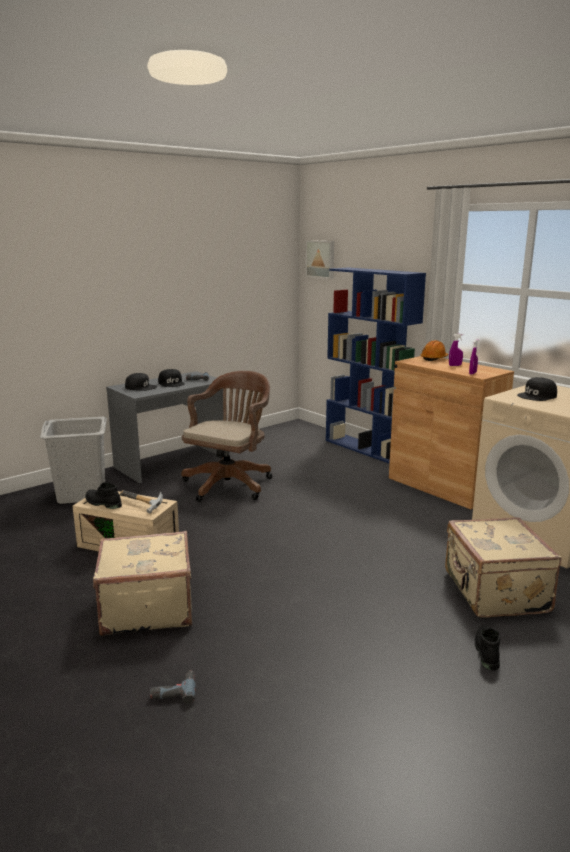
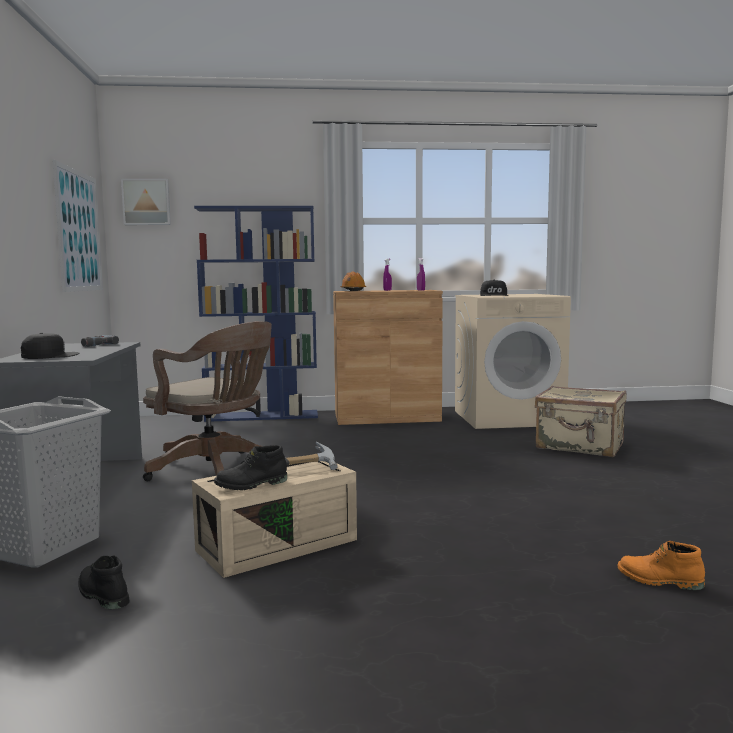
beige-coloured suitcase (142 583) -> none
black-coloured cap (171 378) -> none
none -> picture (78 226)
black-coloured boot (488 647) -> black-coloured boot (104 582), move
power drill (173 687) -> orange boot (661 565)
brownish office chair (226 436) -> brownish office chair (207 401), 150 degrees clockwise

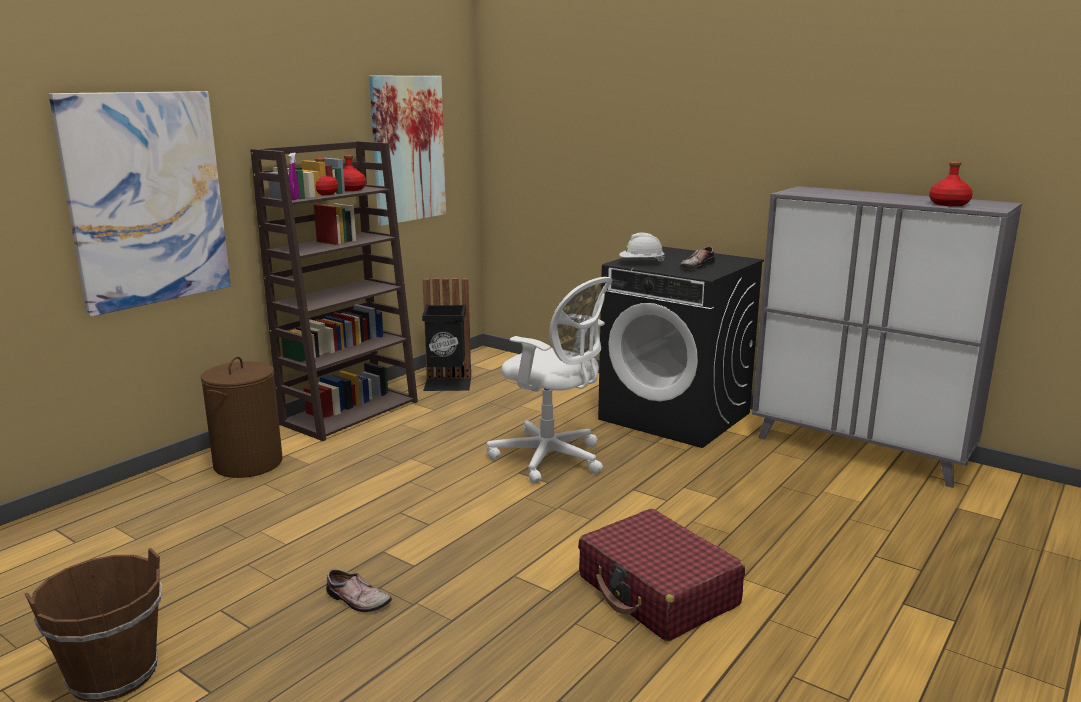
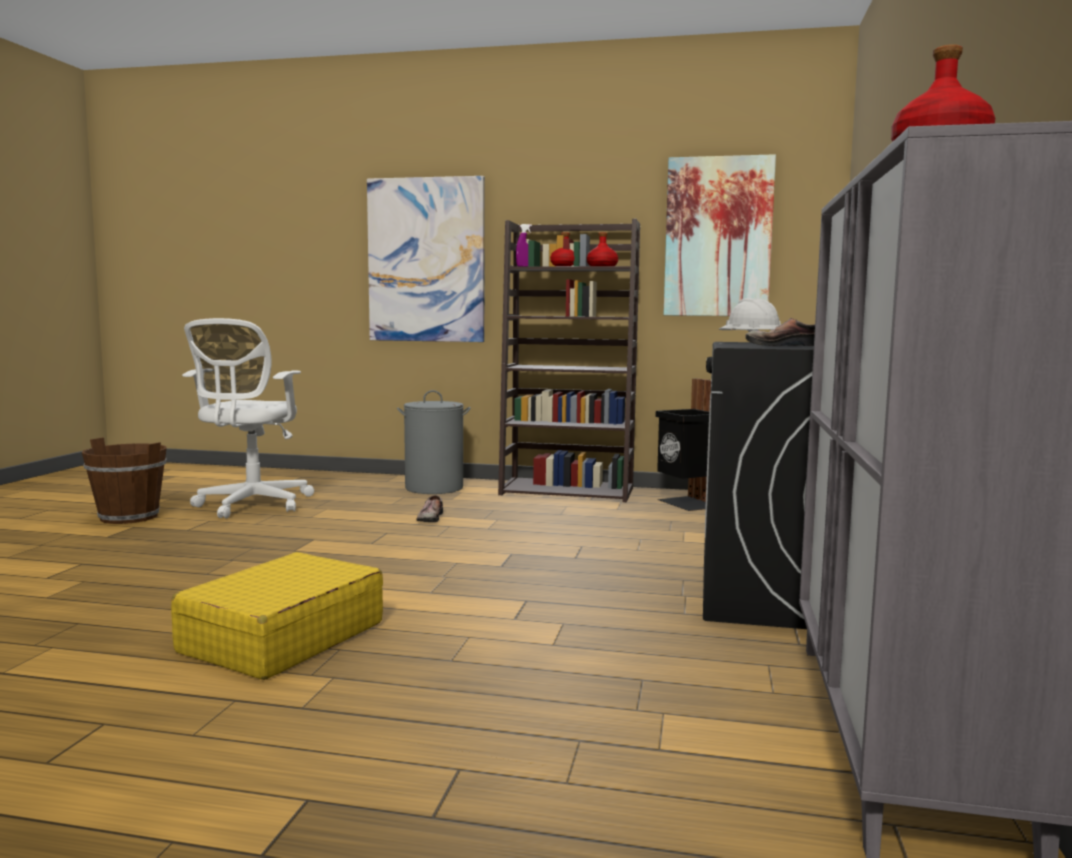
shoe (359 590) -> shoe (429 508), move
whitish office chair (549 380) -> whitish office chair (248 418), move
brownish hamper (242 417) -> grey hamper (434 442)
reddish suitcase (661 575) -> yellowish suitcase (277 616)

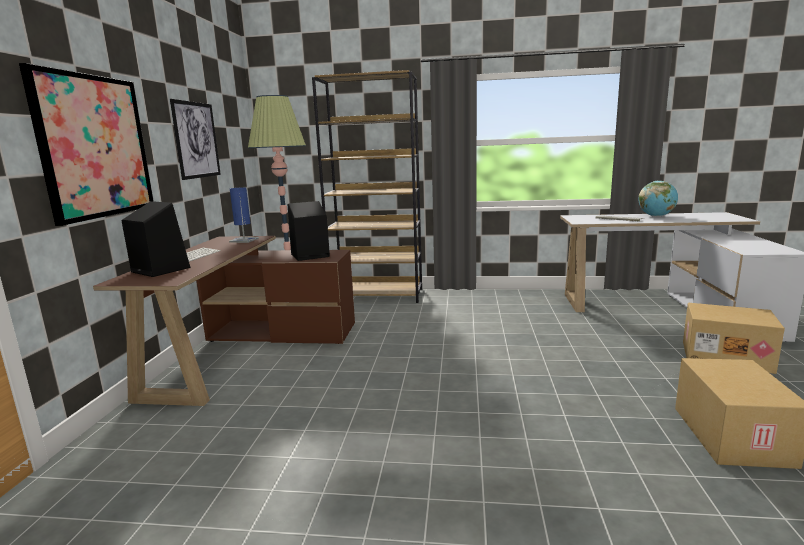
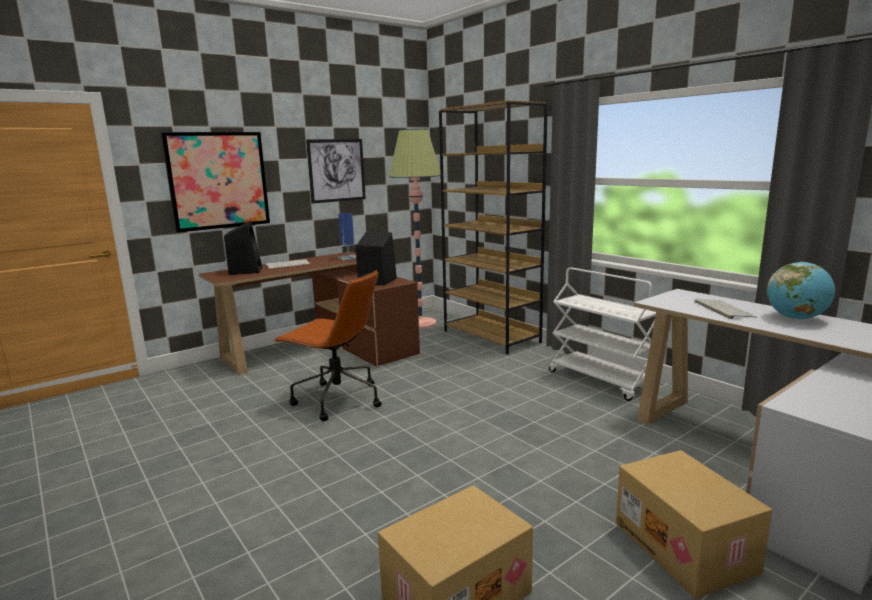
none -> brownish office chair (328 345)
none -> whitish cart (602 334)

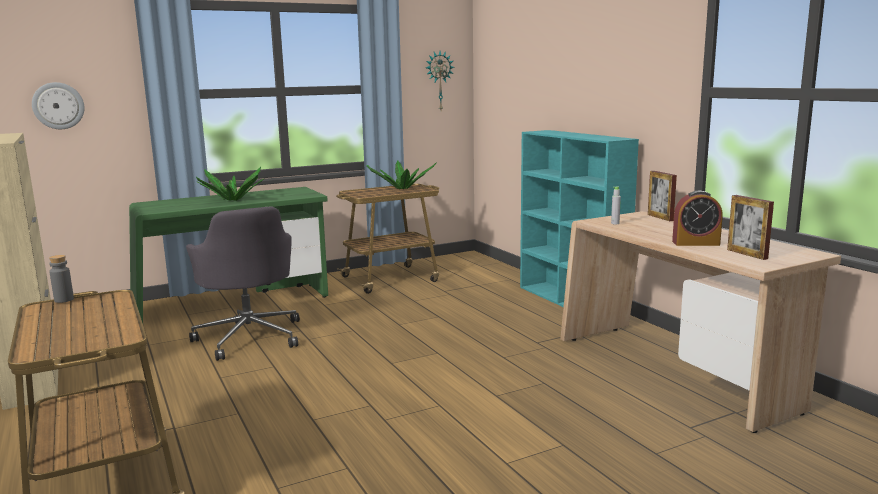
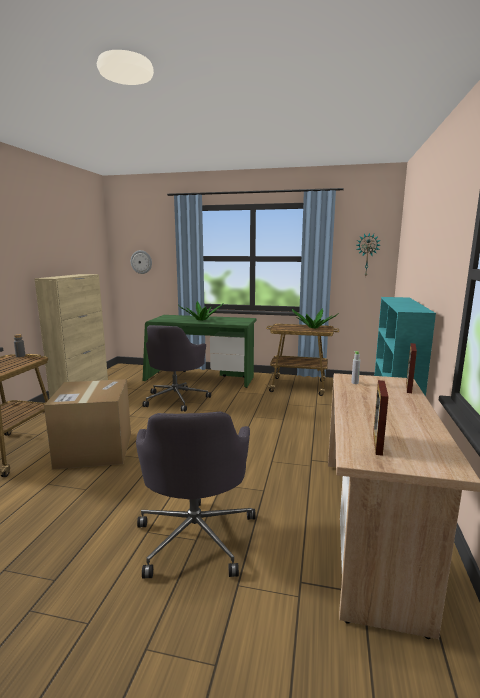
alarm clock (697 218) -> none
none -> cardboard box (87 424)
none -> grey office chair (196 495)

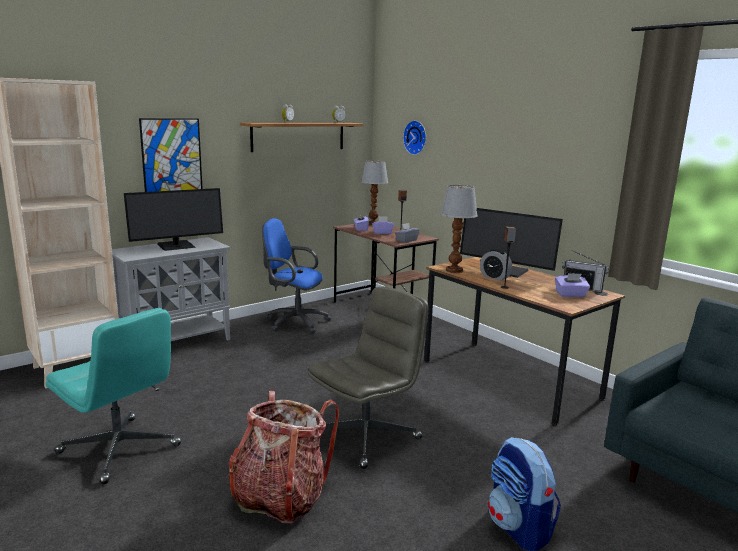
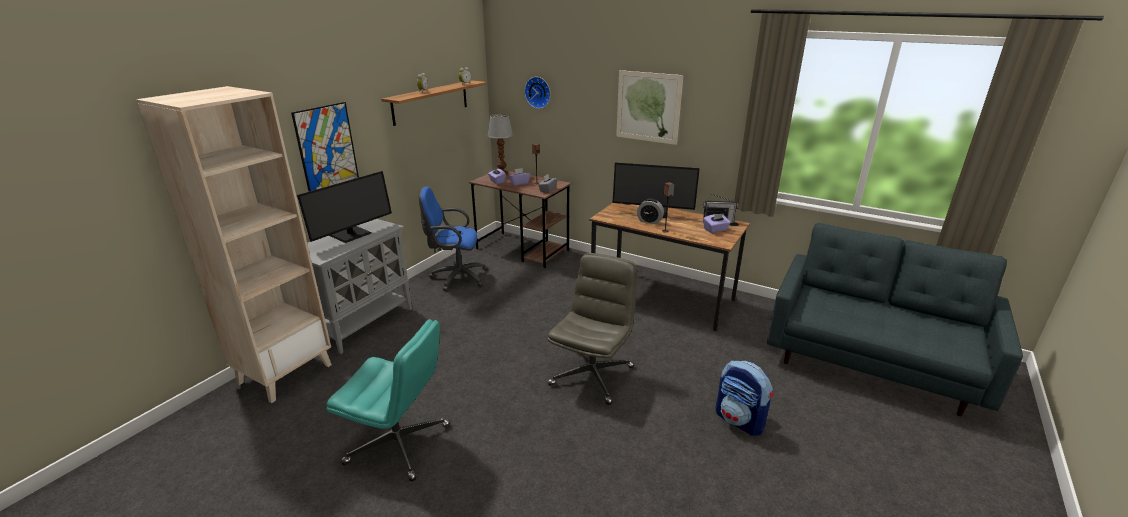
rucksack (283 457) -> none
table lamp (459 229) -> none
none -> picture (649 107)

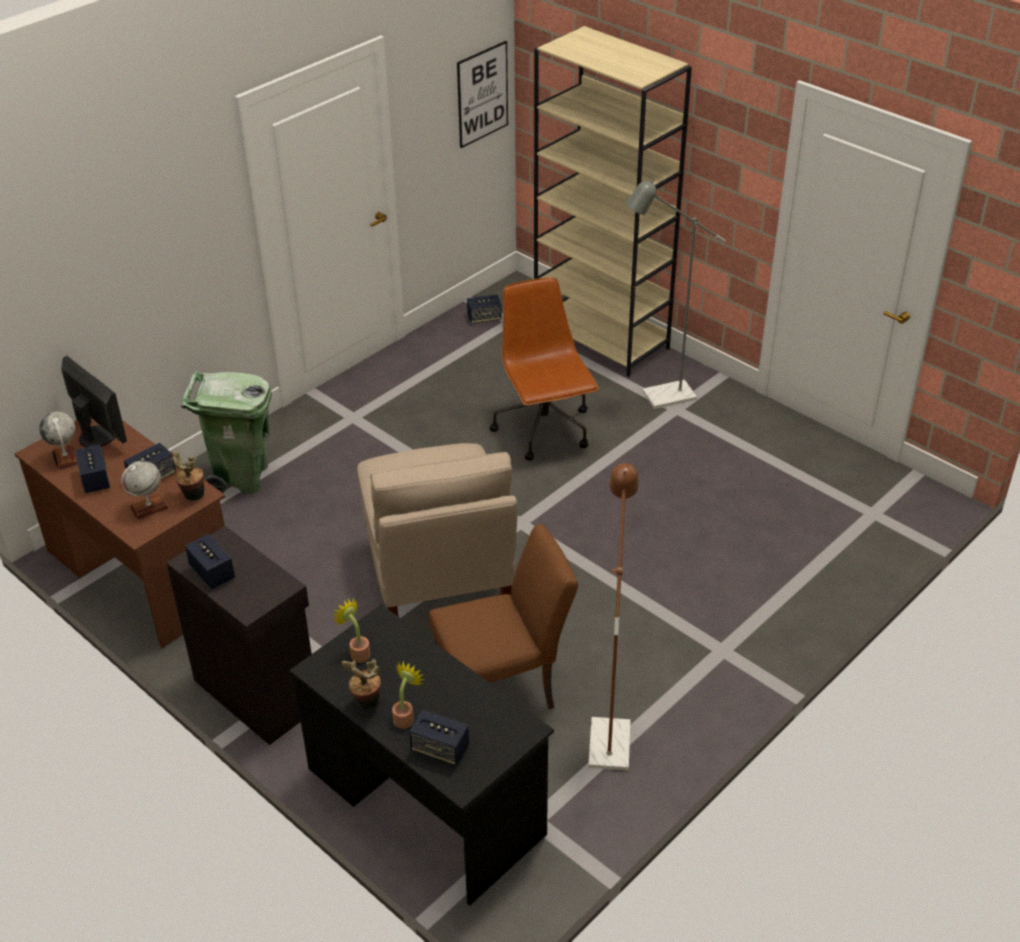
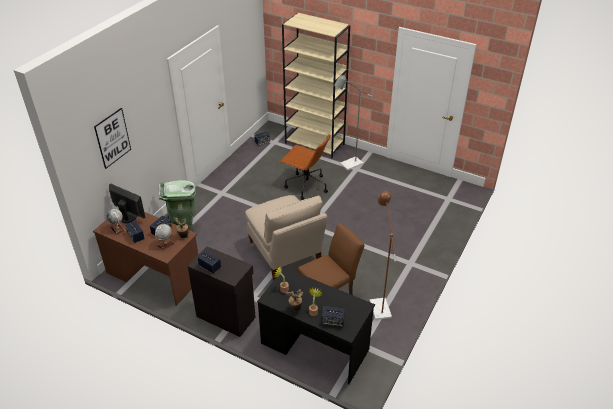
picture (482 94) -> picture (112 138), move
brownish office chair (543 369) -> brownish office chair (305 167), 150 degrees clockwise

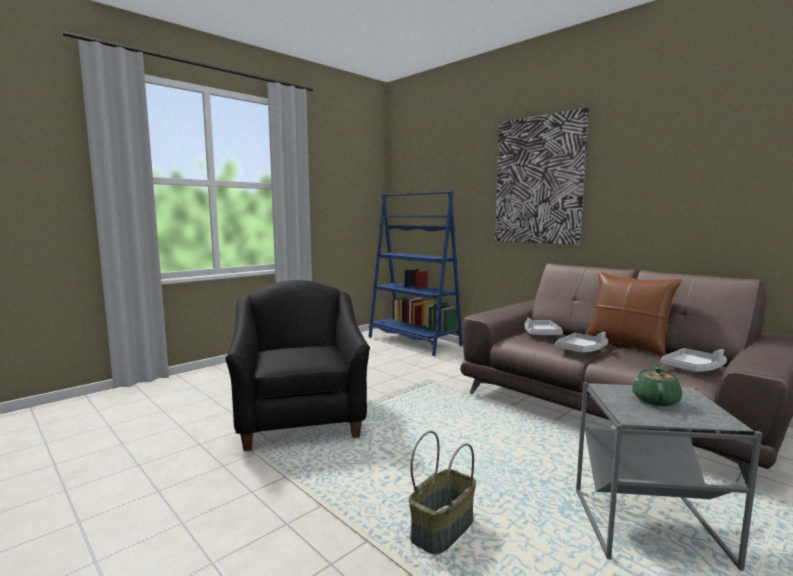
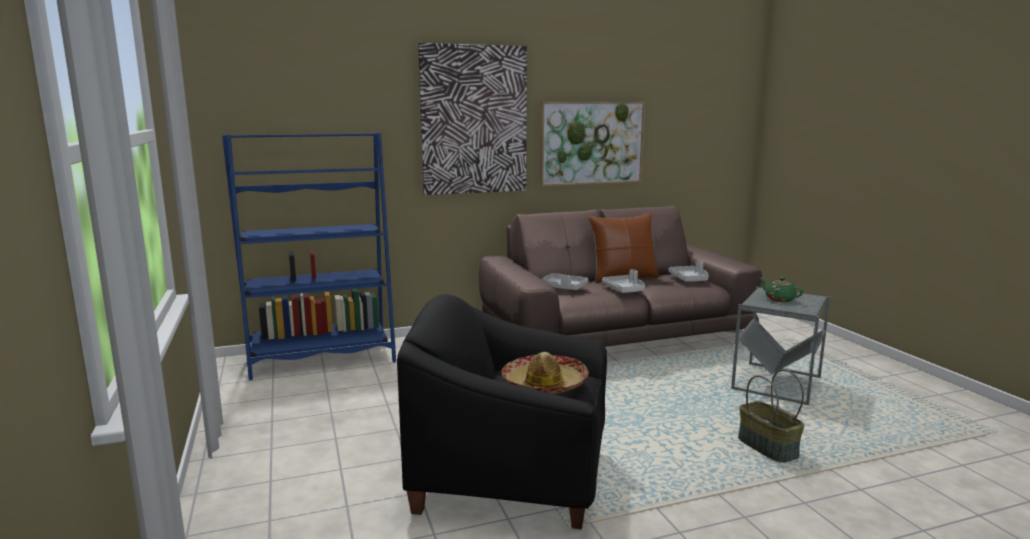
none -> wearable hat (545 373)
none -> picture (592 144)

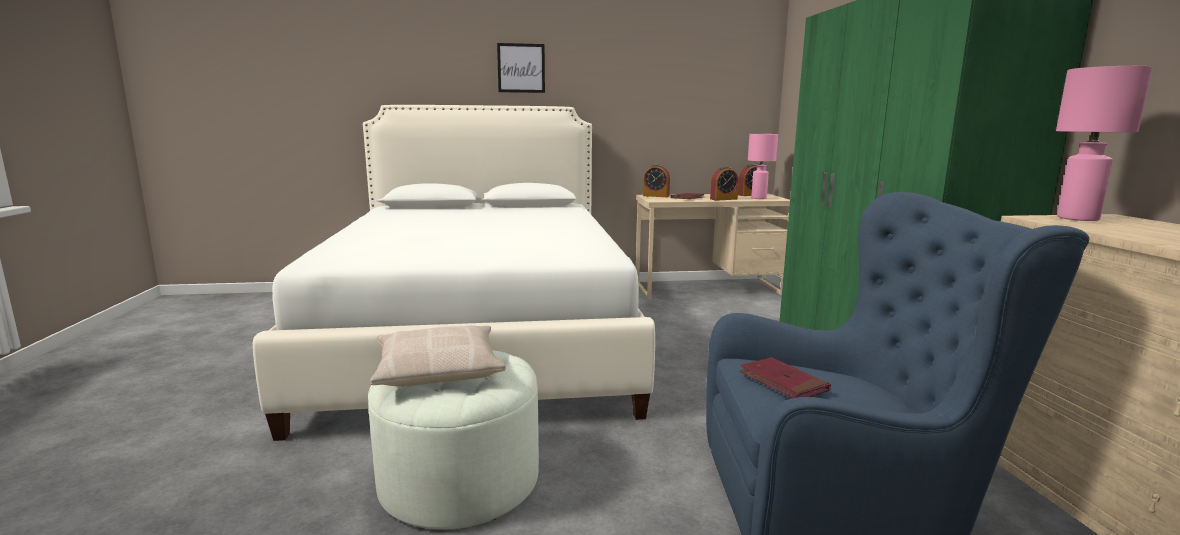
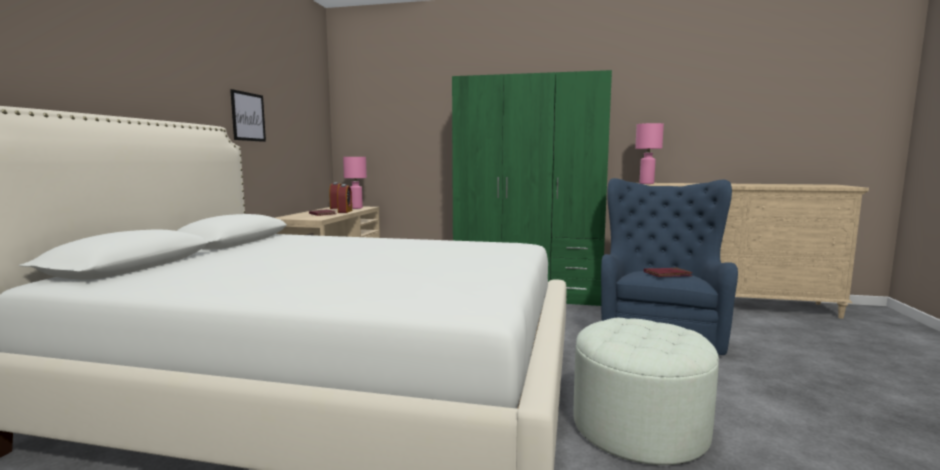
beige-coloured pillow (438 356) -> none
alarm clock (656 180) -> none
picture (521 68) -> picture (248 115), move

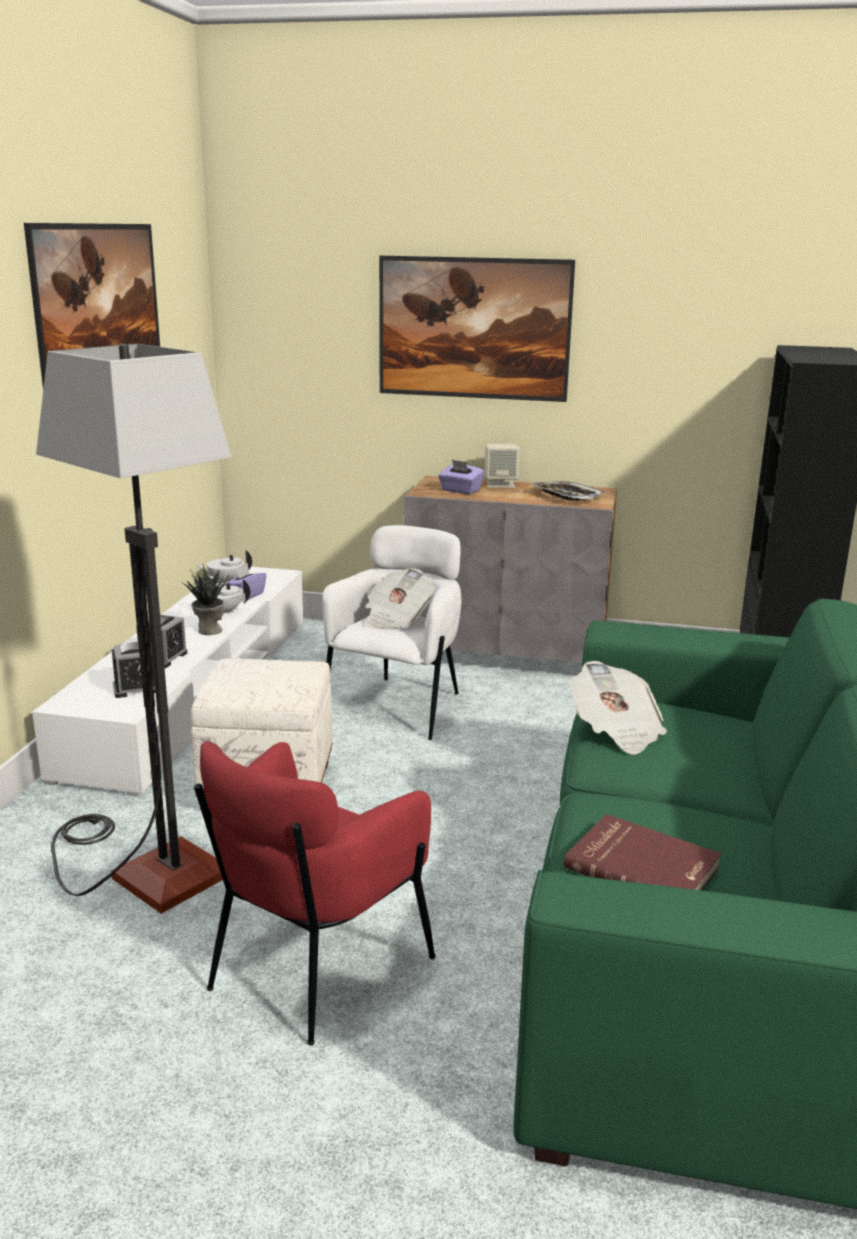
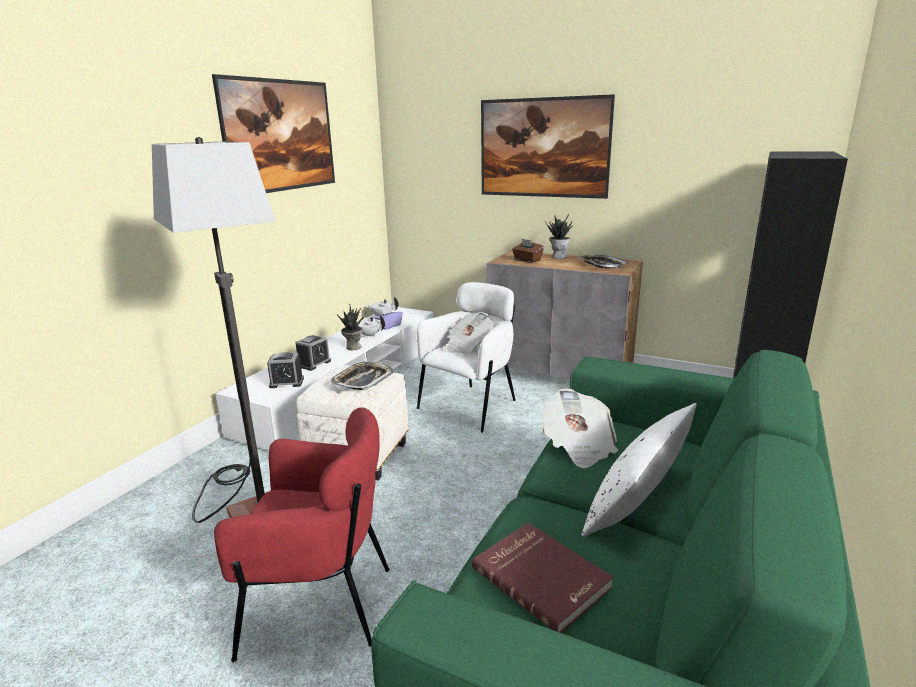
none -> carrying tray (362 376)
none -> whitish pillow (639 470)
beige-coloured loudspeaker (502 466) -> plant in a pot (559 236)
purple box of tissues (461 477) -> brownish box of tissues (528 251)
reddish armchair (315 893) -> reddish armchair (301 534), 135 degrees counterclockwise

